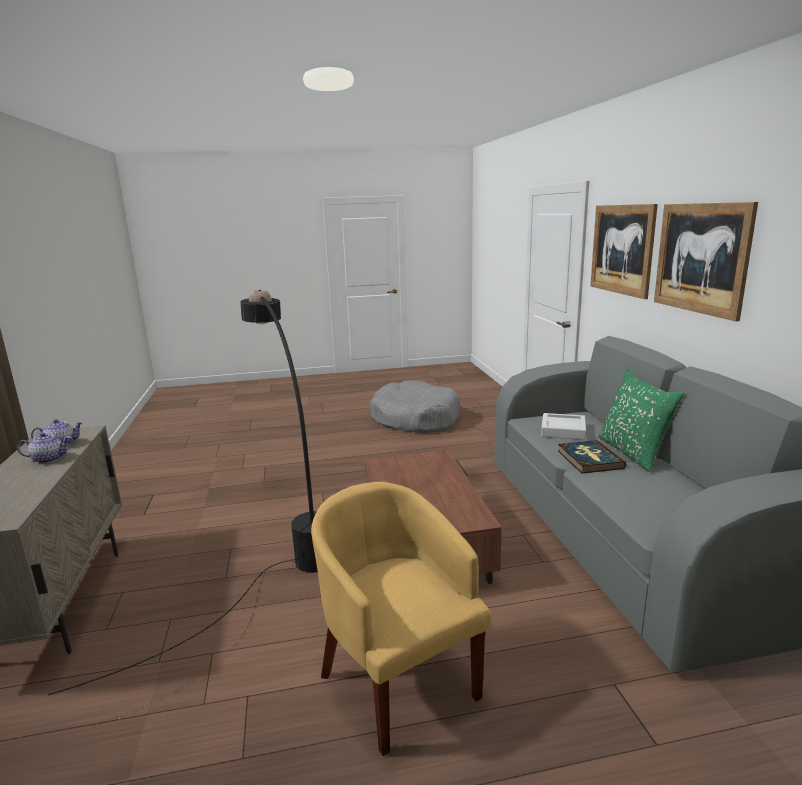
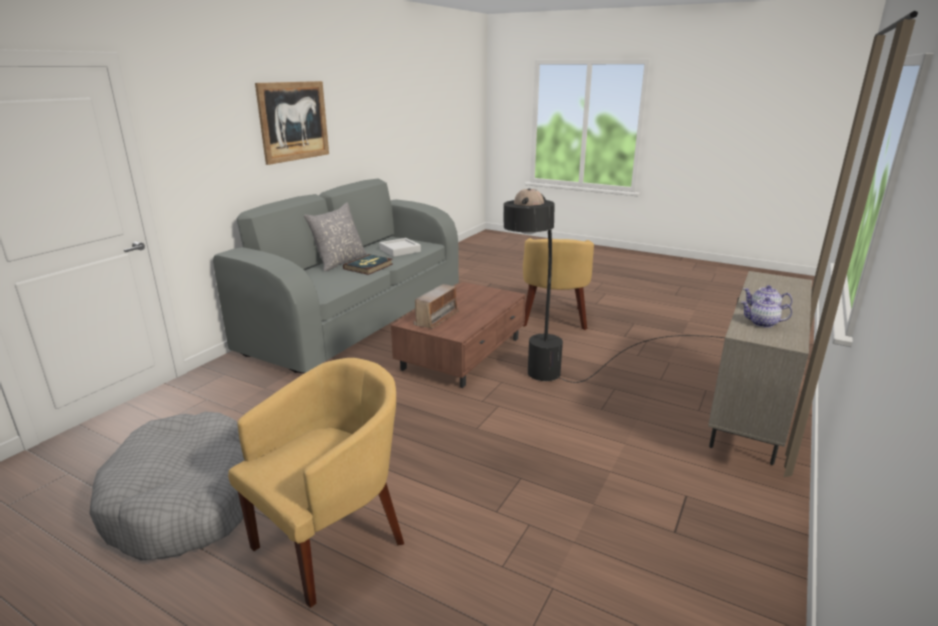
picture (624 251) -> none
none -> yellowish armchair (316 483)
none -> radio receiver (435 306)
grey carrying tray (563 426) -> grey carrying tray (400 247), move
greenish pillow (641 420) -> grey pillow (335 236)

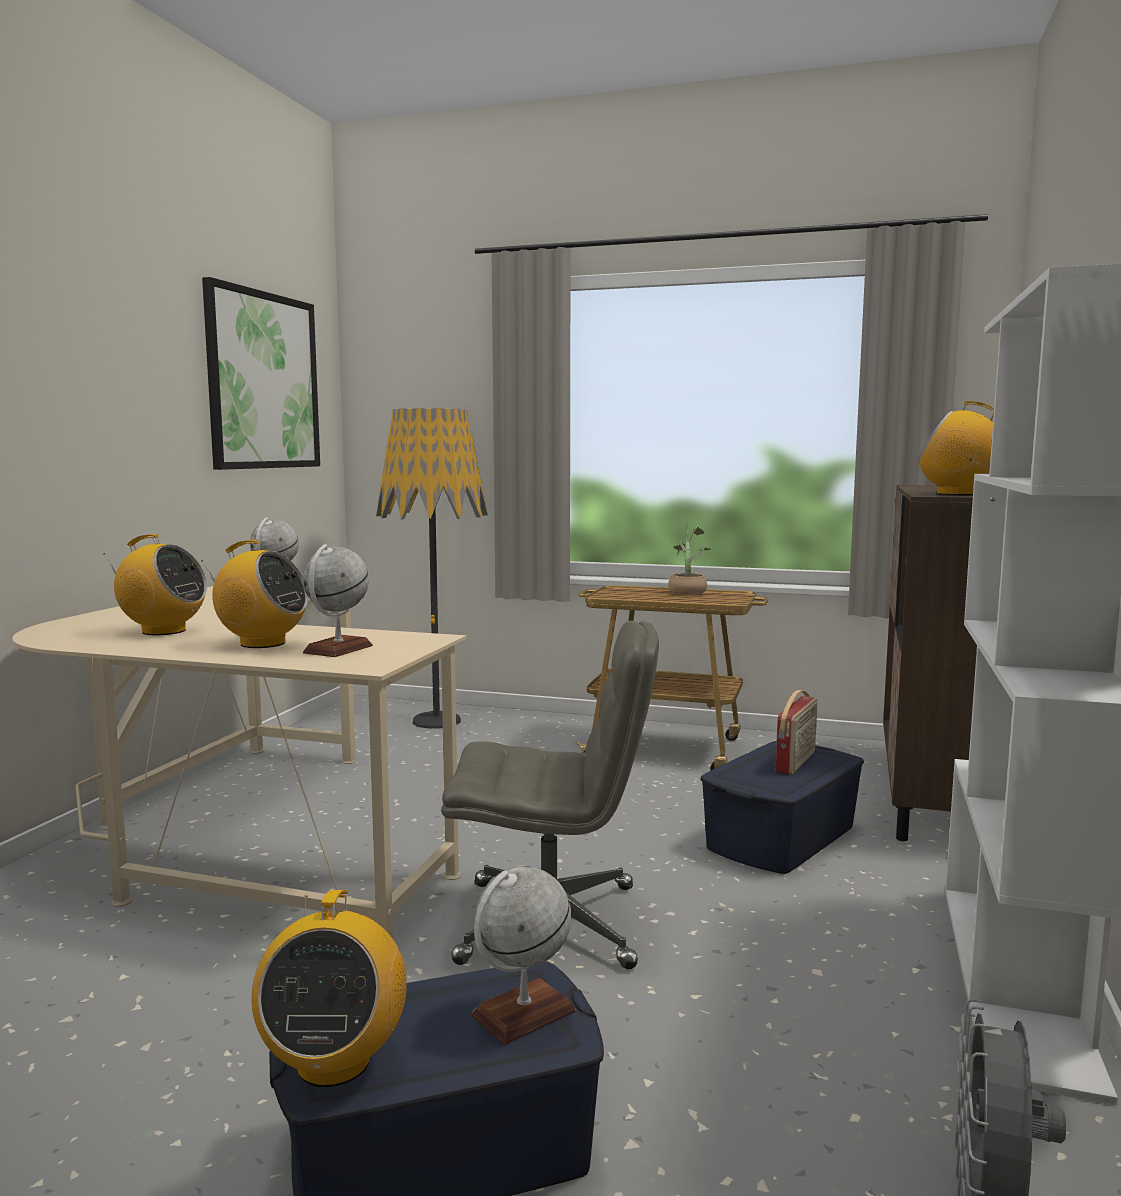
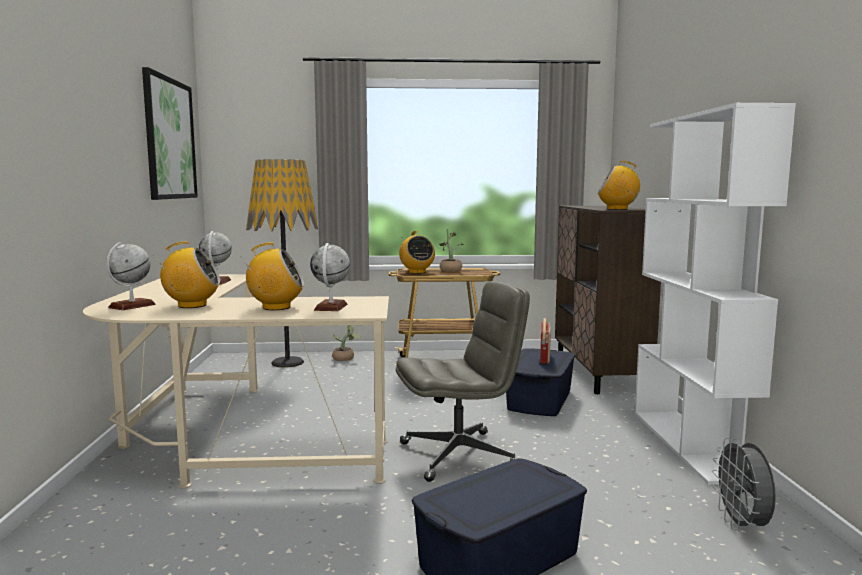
none -> plant in a pot (346 343)
radio receiver (329 988) -> radio receiver (417 252), move
globe (523 955) -> globe (131 276), move

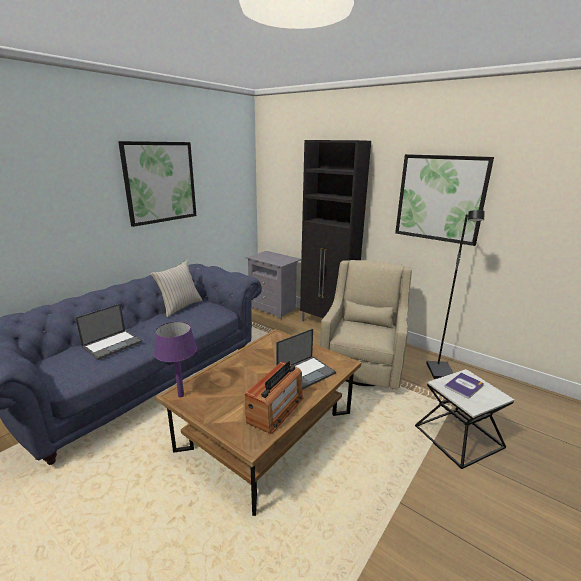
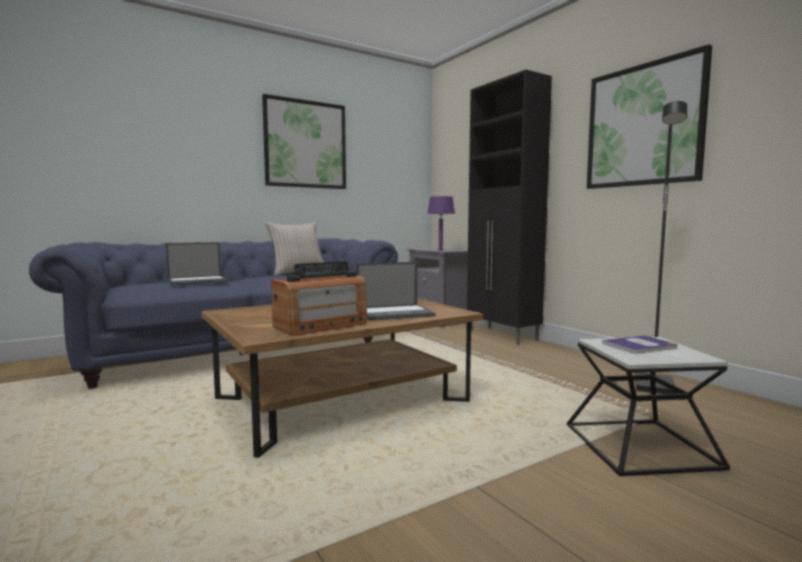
beige-coloured armchair (366 325) -> none
purple table lamp (175 359) -> purple table lamp (441 223), move

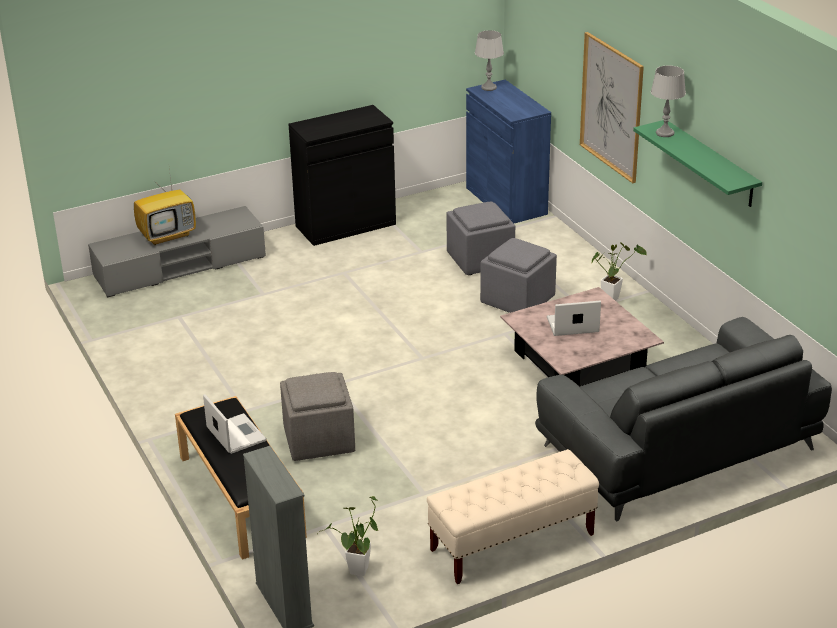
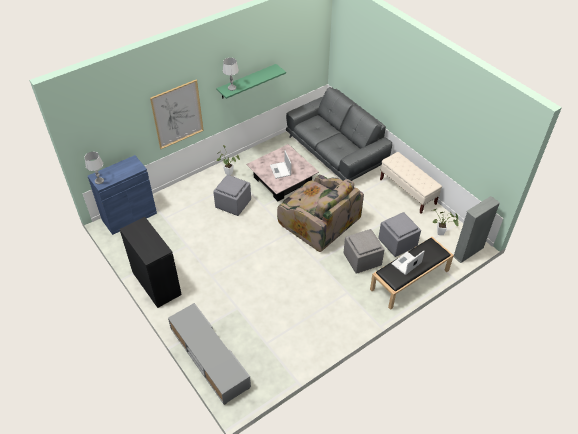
TV (165 207) -> none
none -> armchair (320 213)
grey footrest (481 238) -> grey footrest (399 234), move

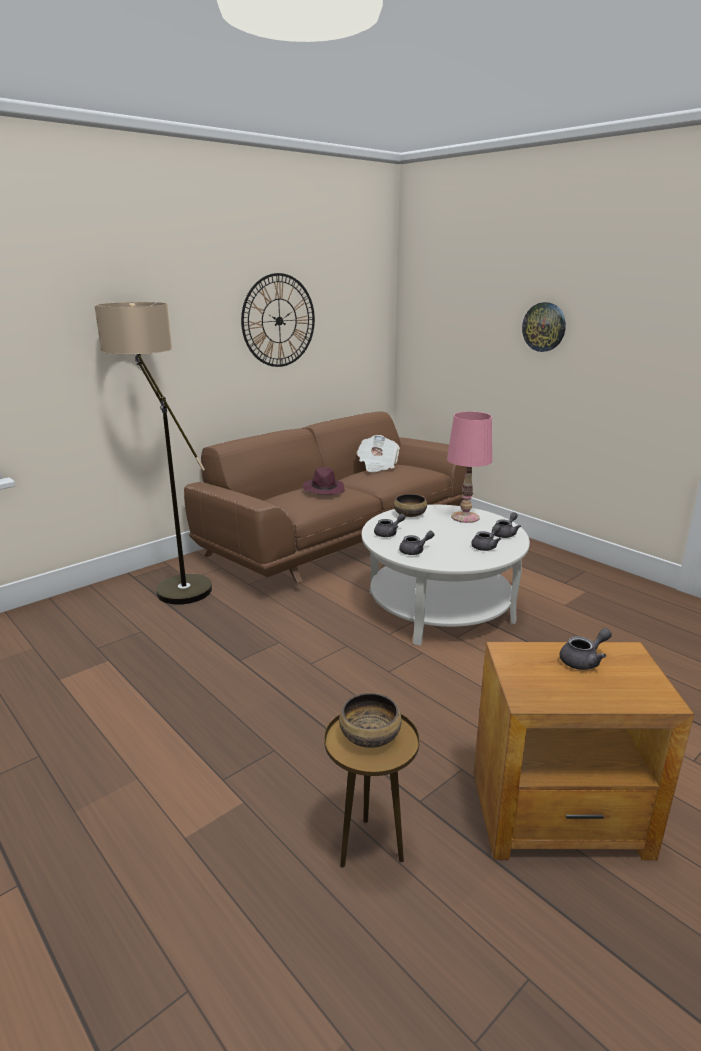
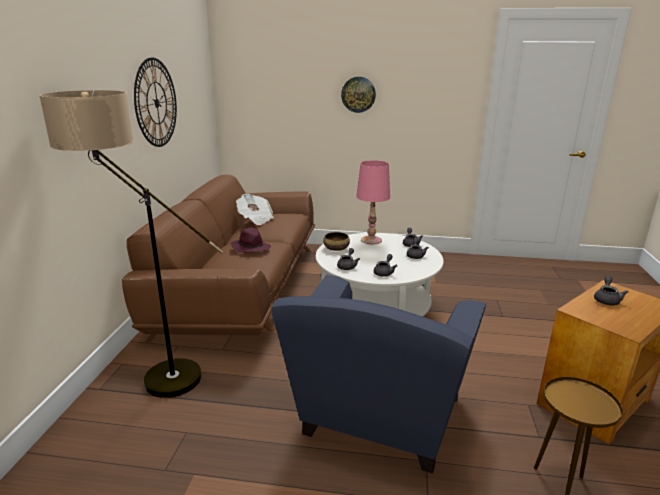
deep dish (370 720) -> none
none -> blue armchair (379 374)

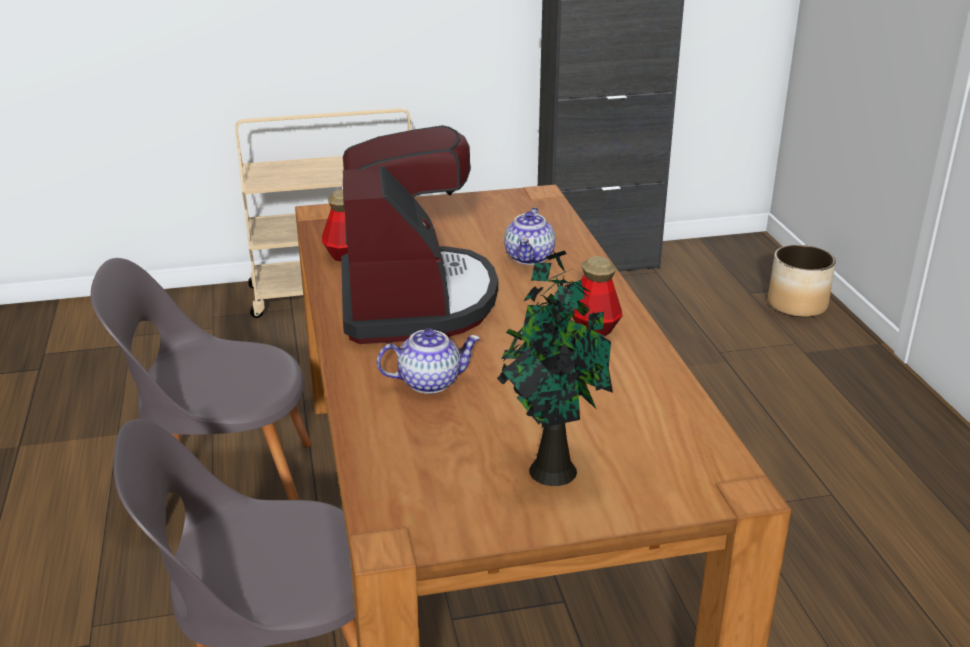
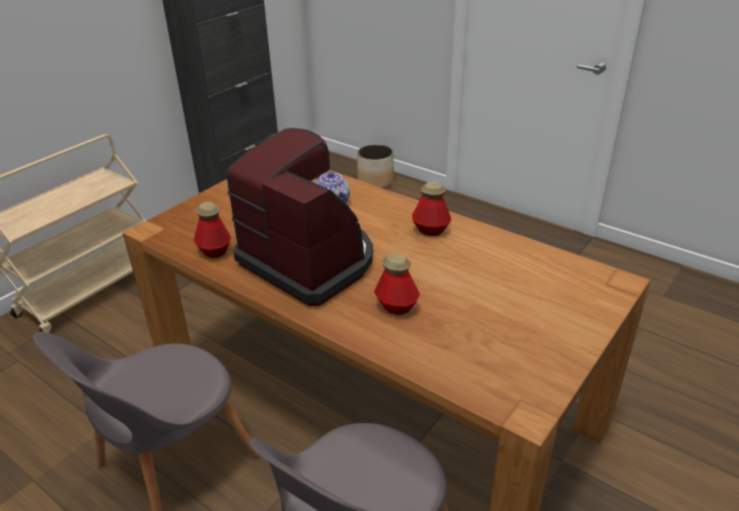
plant in a pot (555 368) -> none
tea pot (428 361) -> drink bottle (397 284)

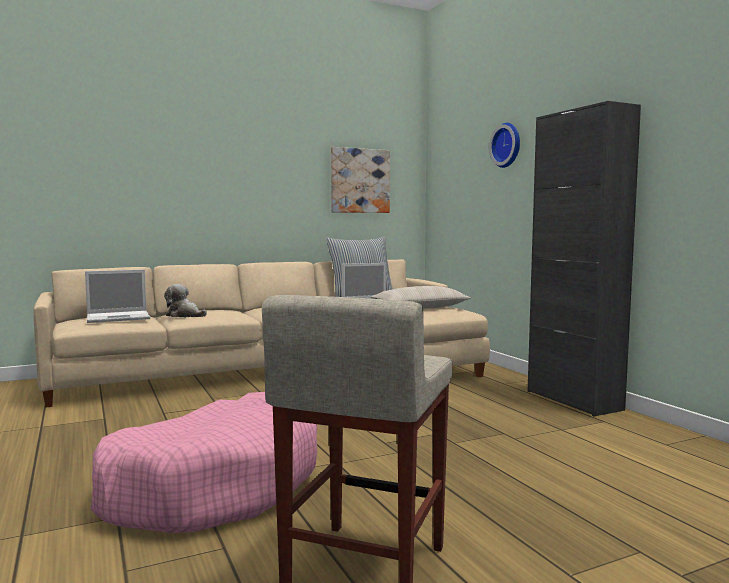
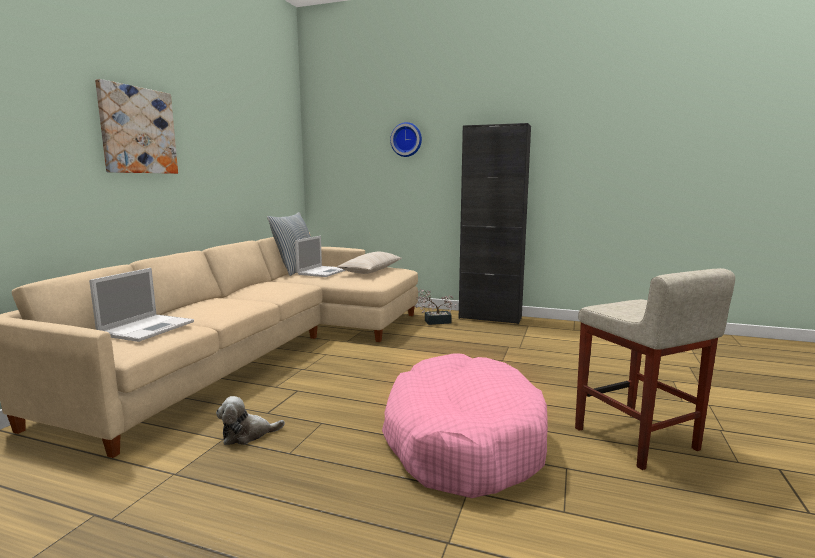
none -> plant in a pot (436 307)
soft toy (185 300) -> soft toy (250 420), move
picture (360 180) -> picture (136 126), move

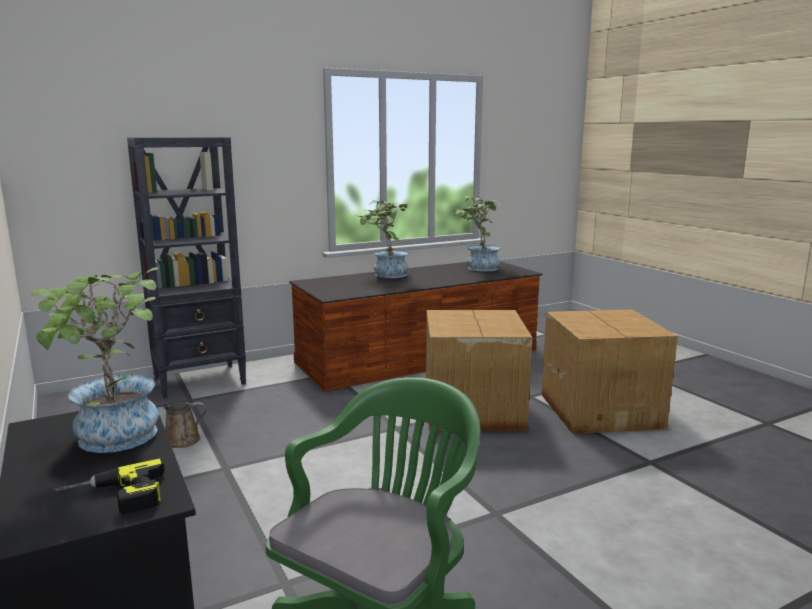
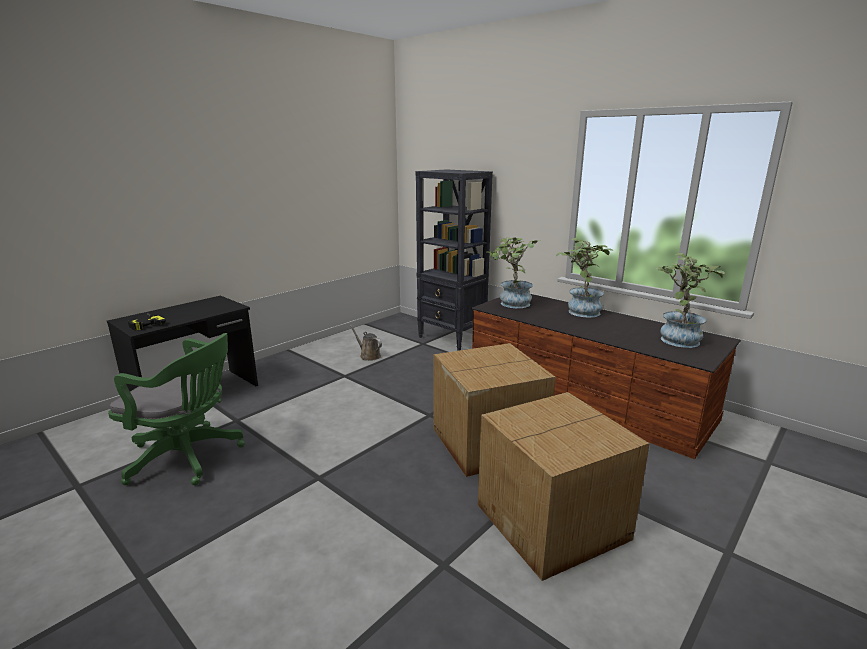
plant in a pot (95 360) -> plant in a pot (513 272), move

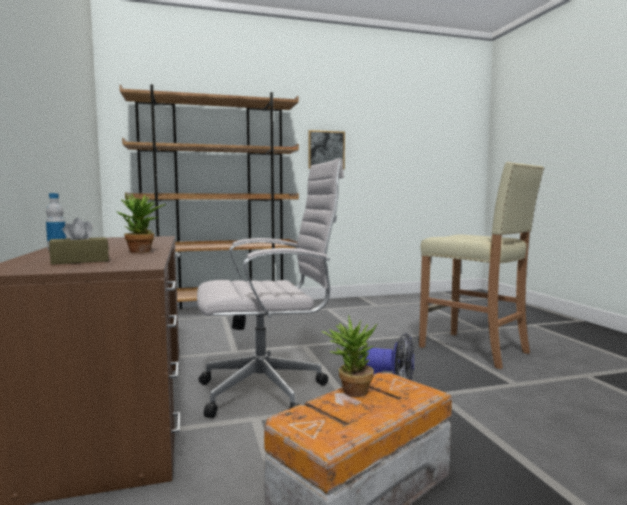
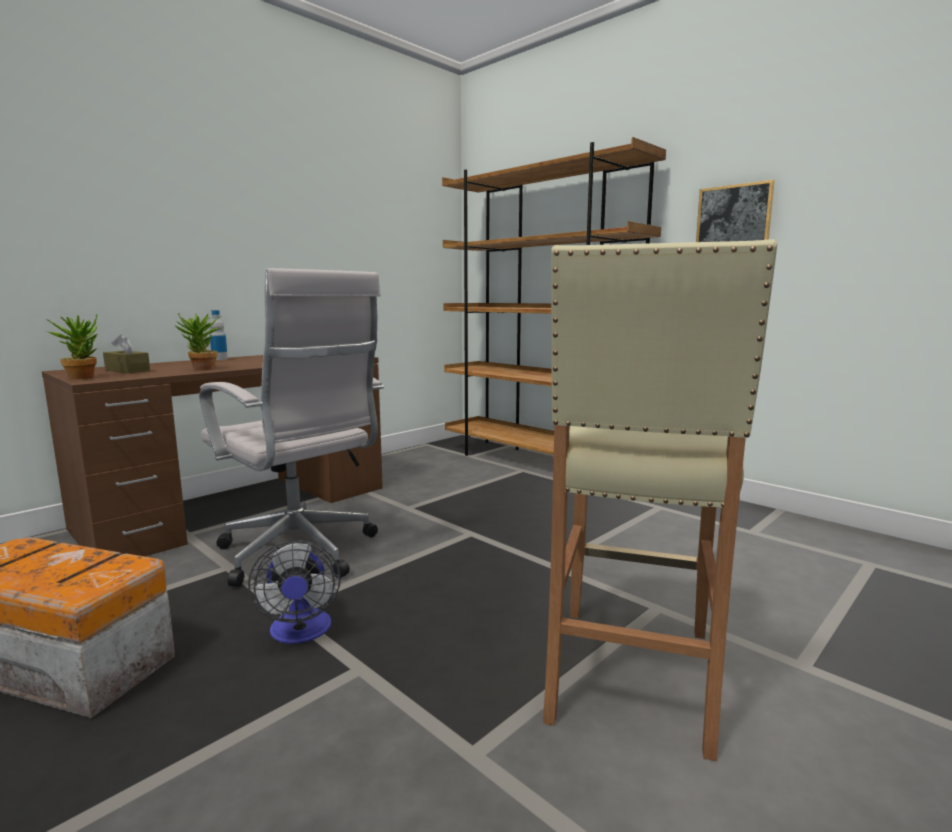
plant in a pot (349 356) -> plant in a pot (71 347), move

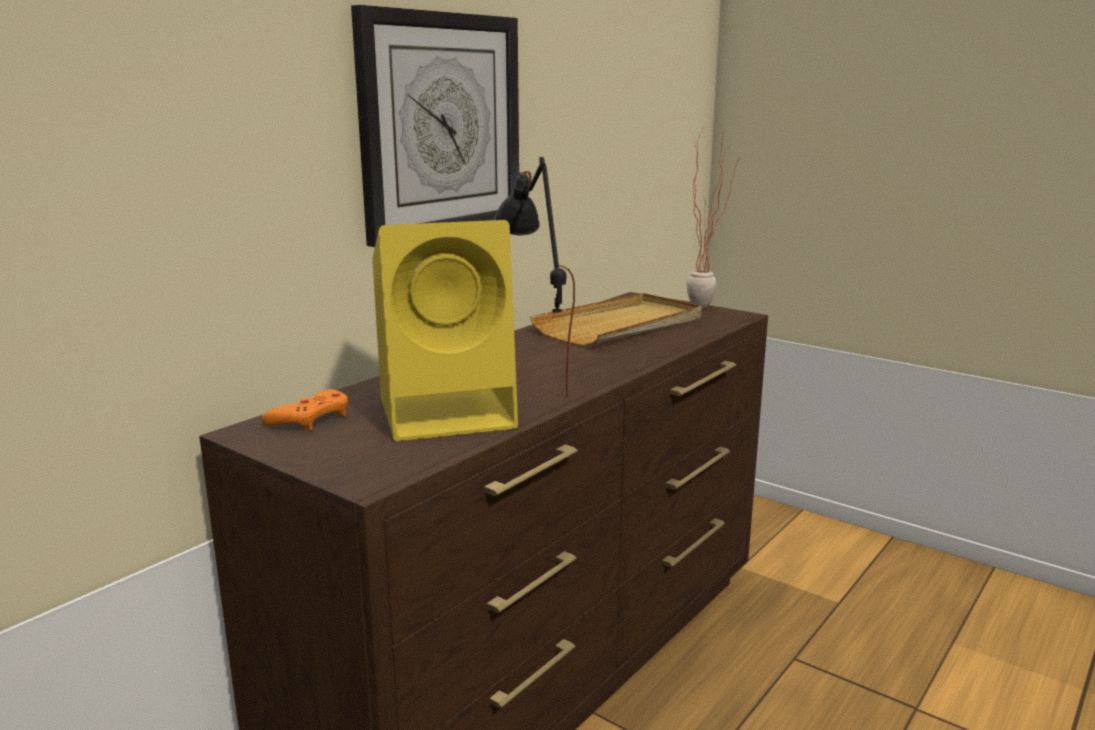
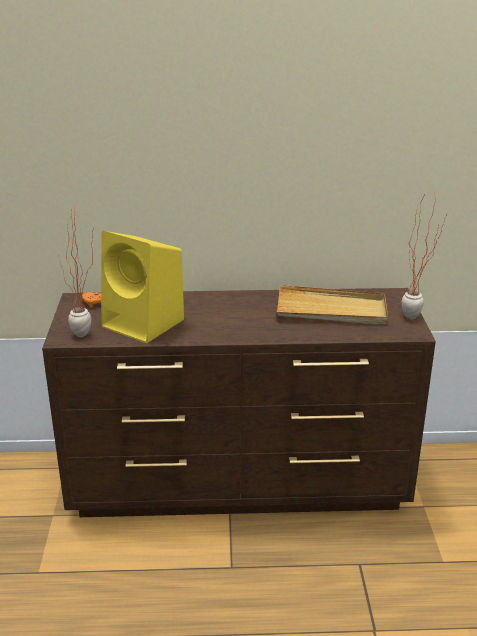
hanging clock (435 126) -> none
black-coloured table lamp (534 277) -> none
none -> plant in a pot (77 271)

